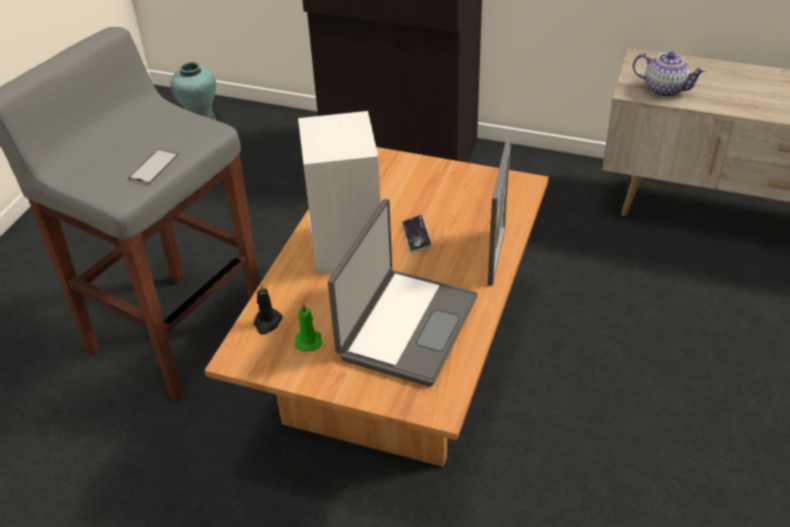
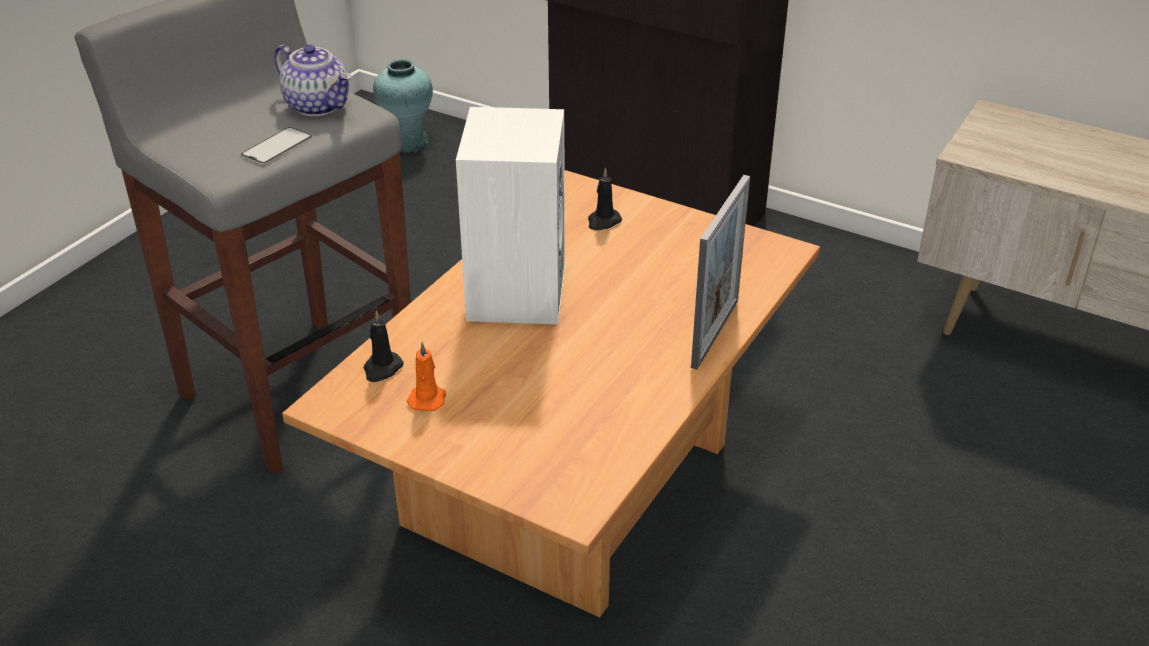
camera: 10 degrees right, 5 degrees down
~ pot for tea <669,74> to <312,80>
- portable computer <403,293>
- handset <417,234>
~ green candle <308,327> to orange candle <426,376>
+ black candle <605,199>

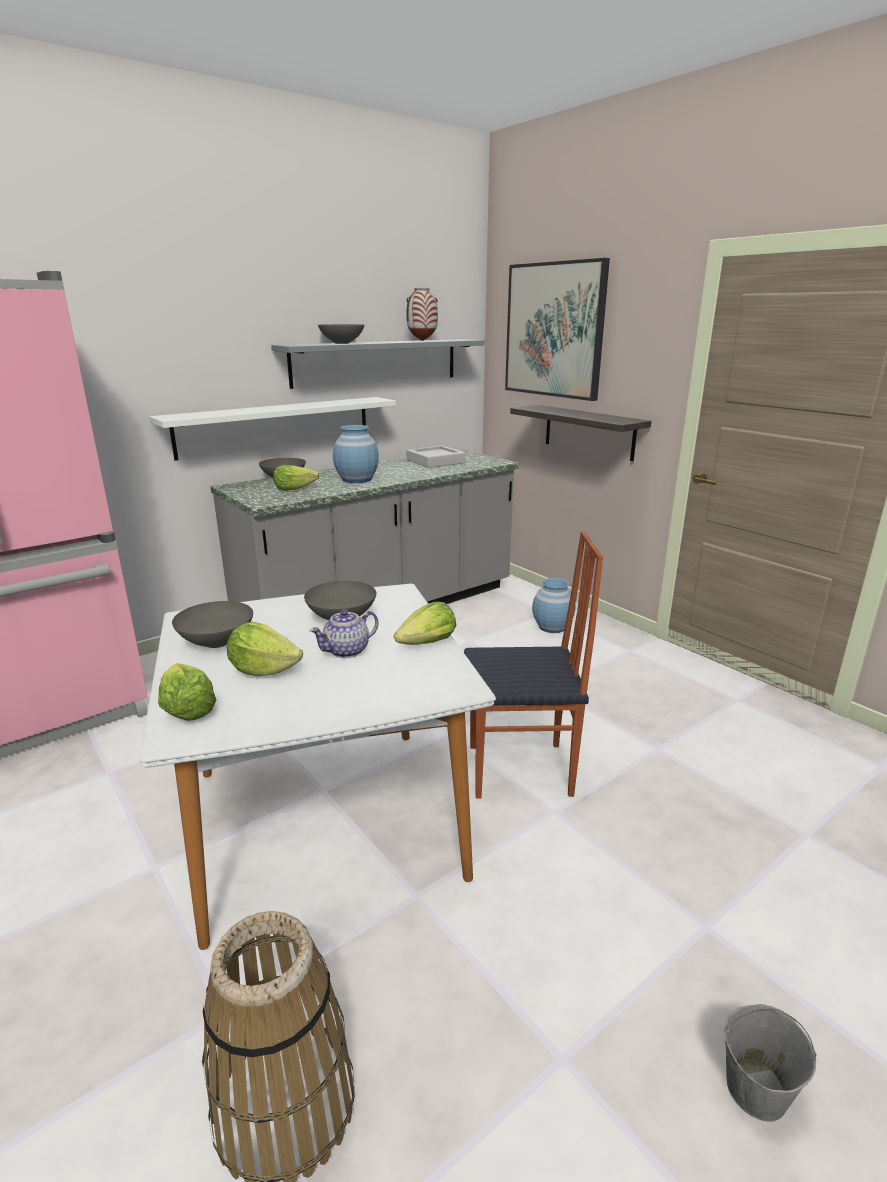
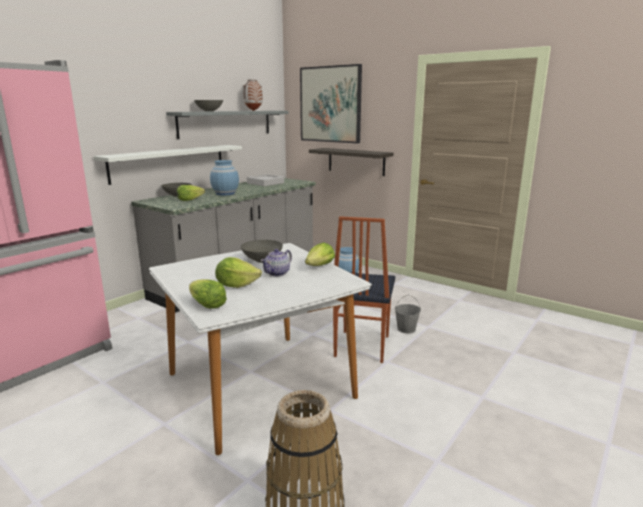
camera: 15 degrees left, 5 degrees down
~ plain chair <533,665> = <364,289> 120 degrees clockwise
- grey serving bowl <212,624>
~ grey water bucket <770,1063> to <408,314>

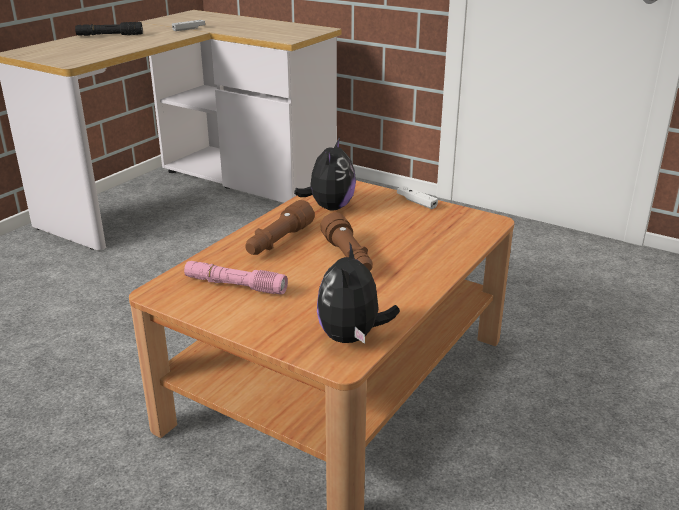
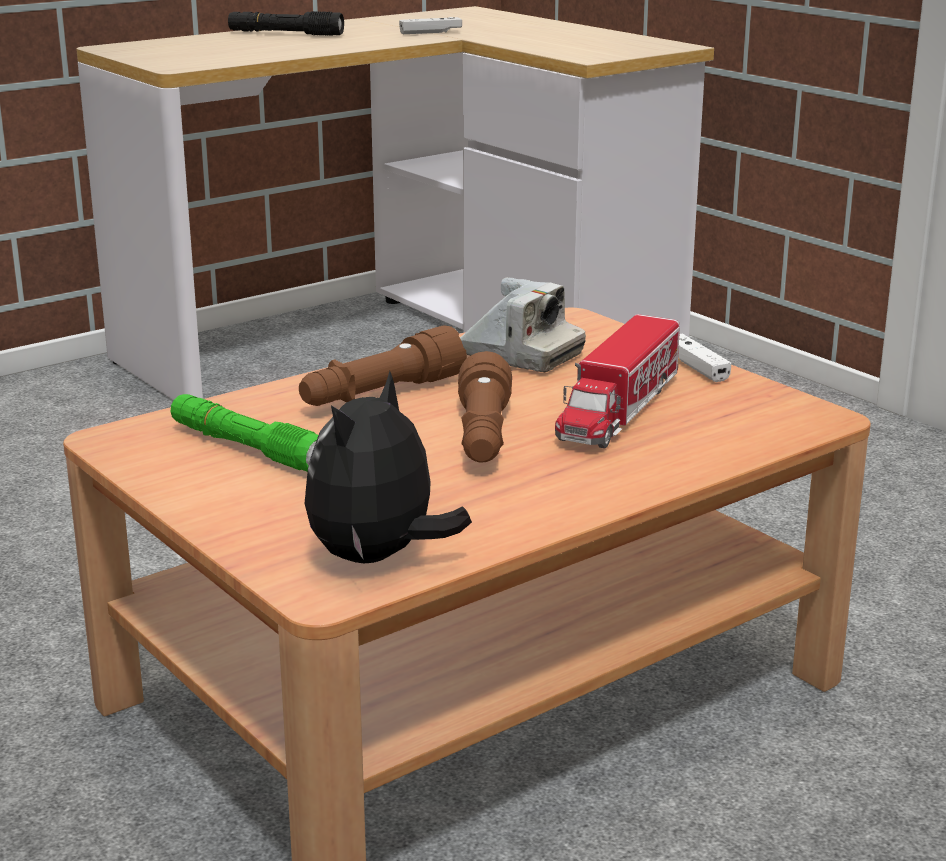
camera: 20 degrees right, 5 degrees down
~ soft toy <325,173> to still camera <523,324>
~ pink flashlight <236,278> to green flashlight <244,433>
+ model truck <617,381>

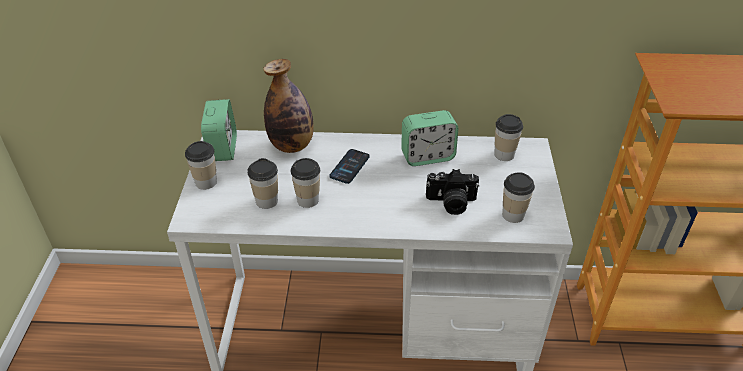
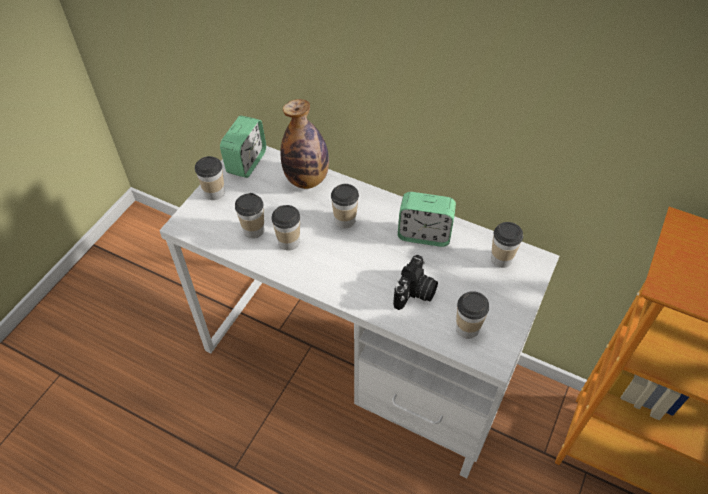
camera: 25 degrees right, 10 degrees up
~ handset <349,166> to cup <345,206>
~ still camera <452,192> = <415,282> 90 degrees counterclockwise

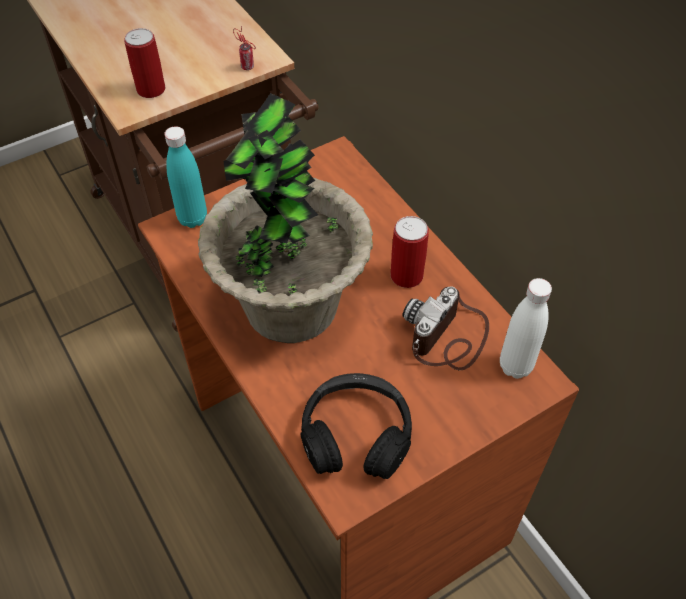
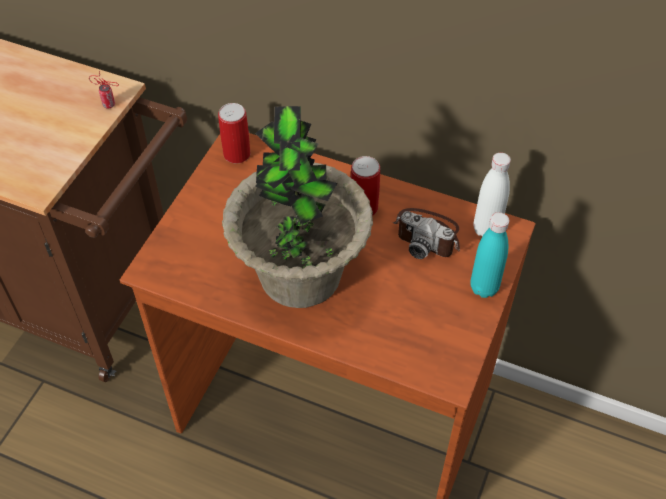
camera: 35 degrees left, 0 degrees up
~ sealed can <144,63> to <234,133>
~ blue-green drink bottle <185,177> to <489,255>
~ still camera <445,328> = <426,233> 60 degrees counterclockwise
- black pair of headphones <356,426>

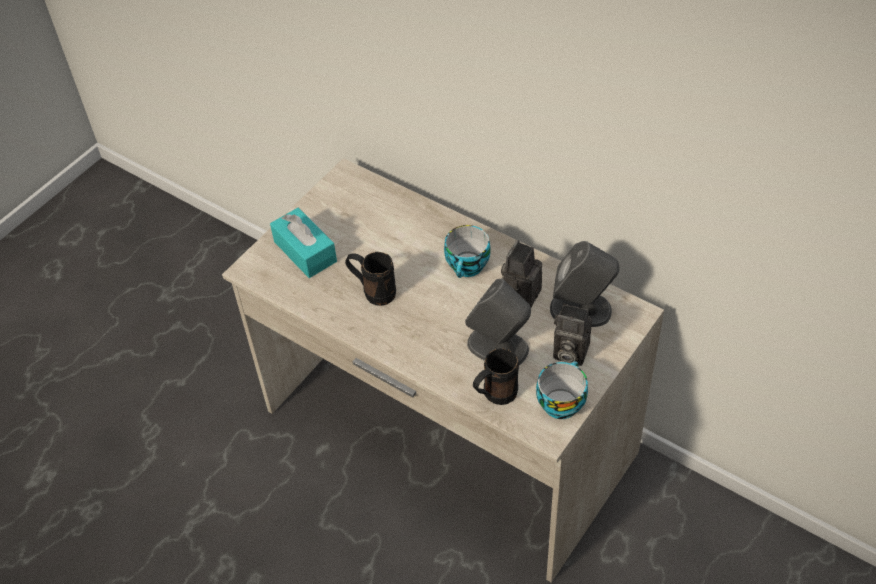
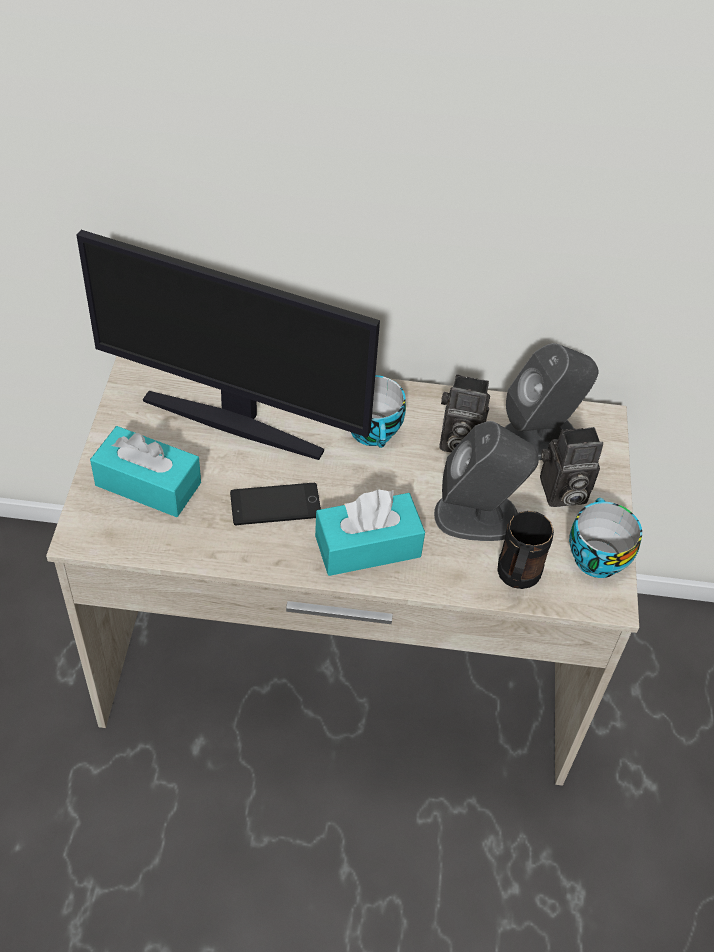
camera: 35 degrees left, 0 degrees up
~ still camera <521,273> = <464,413> 75 degrees counterclockwise
~ black mug <370,279> to handset <275,504>
+ monitor <228,345>
+ blue-green box of tissues <370,532>

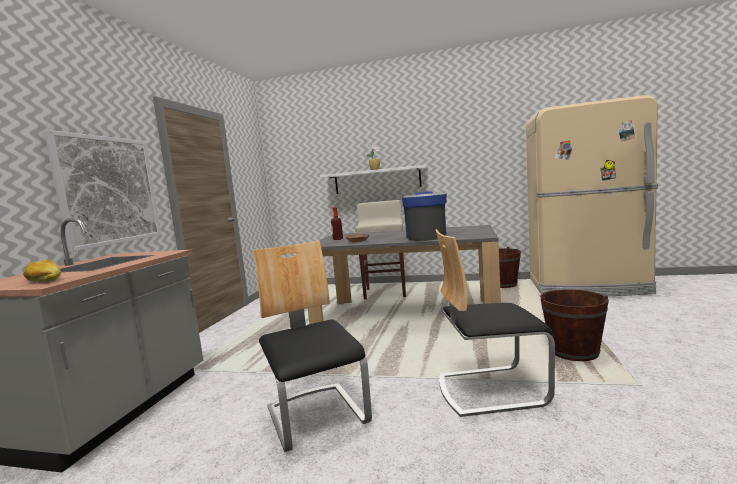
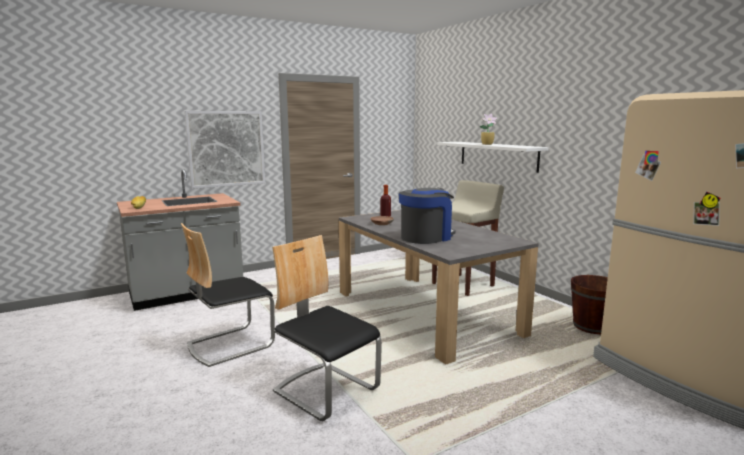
camera: 45 degrees right, 5 degrees up
~ plain chair <313,346> = <228,295> 150 degrees counterclockwise
- brownish water bucket <574,325>

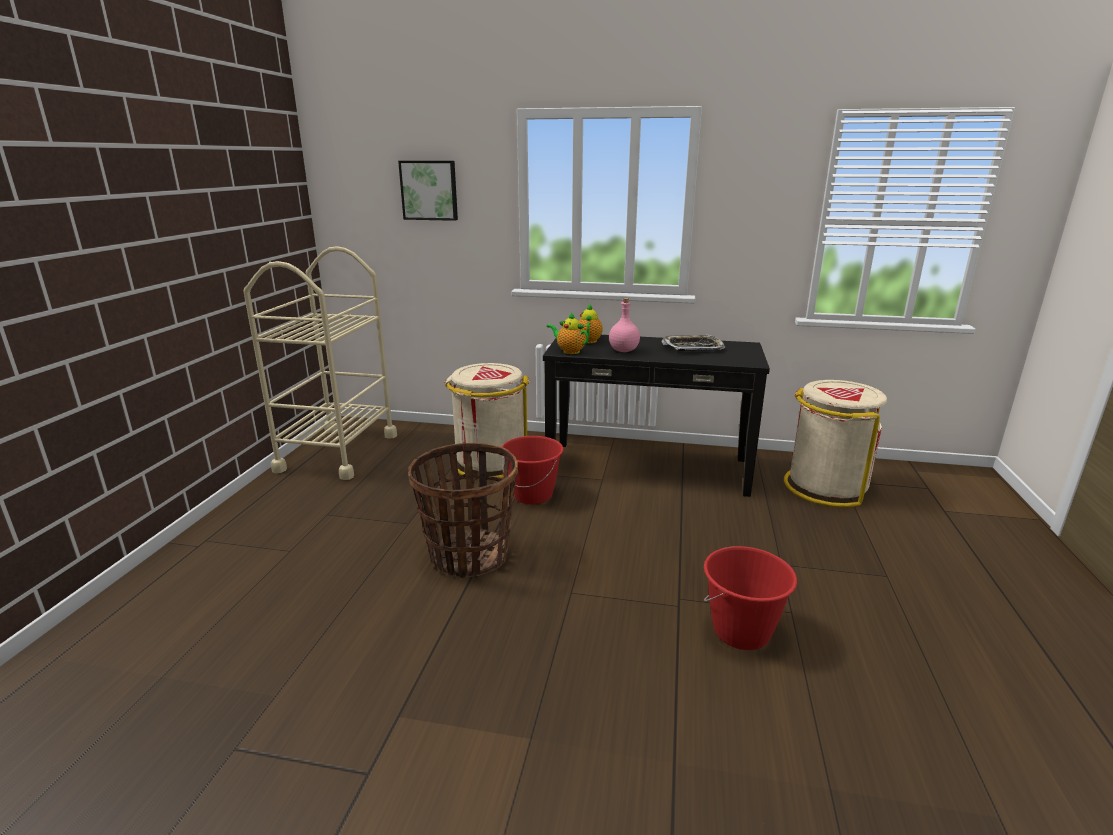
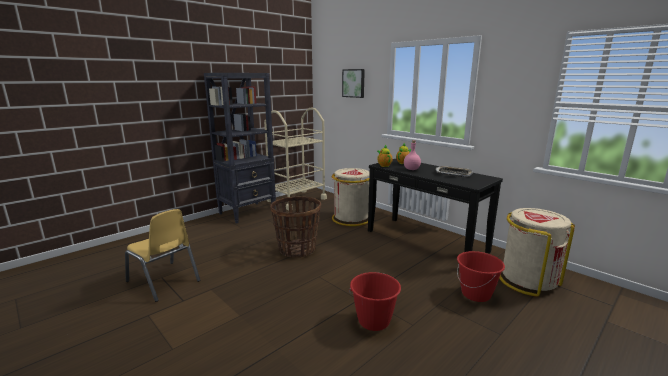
camera: 35 degrees right, 5 degrees down
~ red water bucket <533,470> to <481,276>
+ black bookshelf <240,148>
+ yellowish plain chair <162,255>

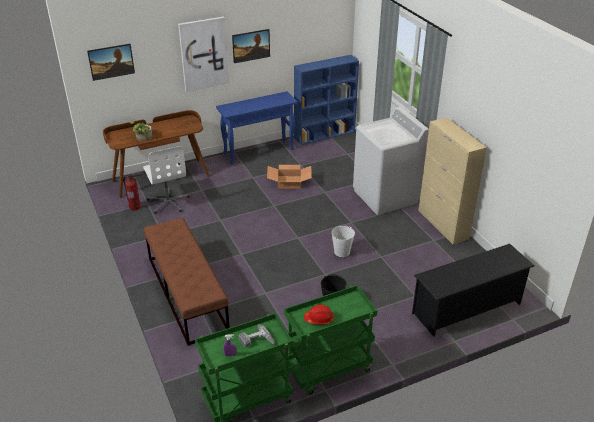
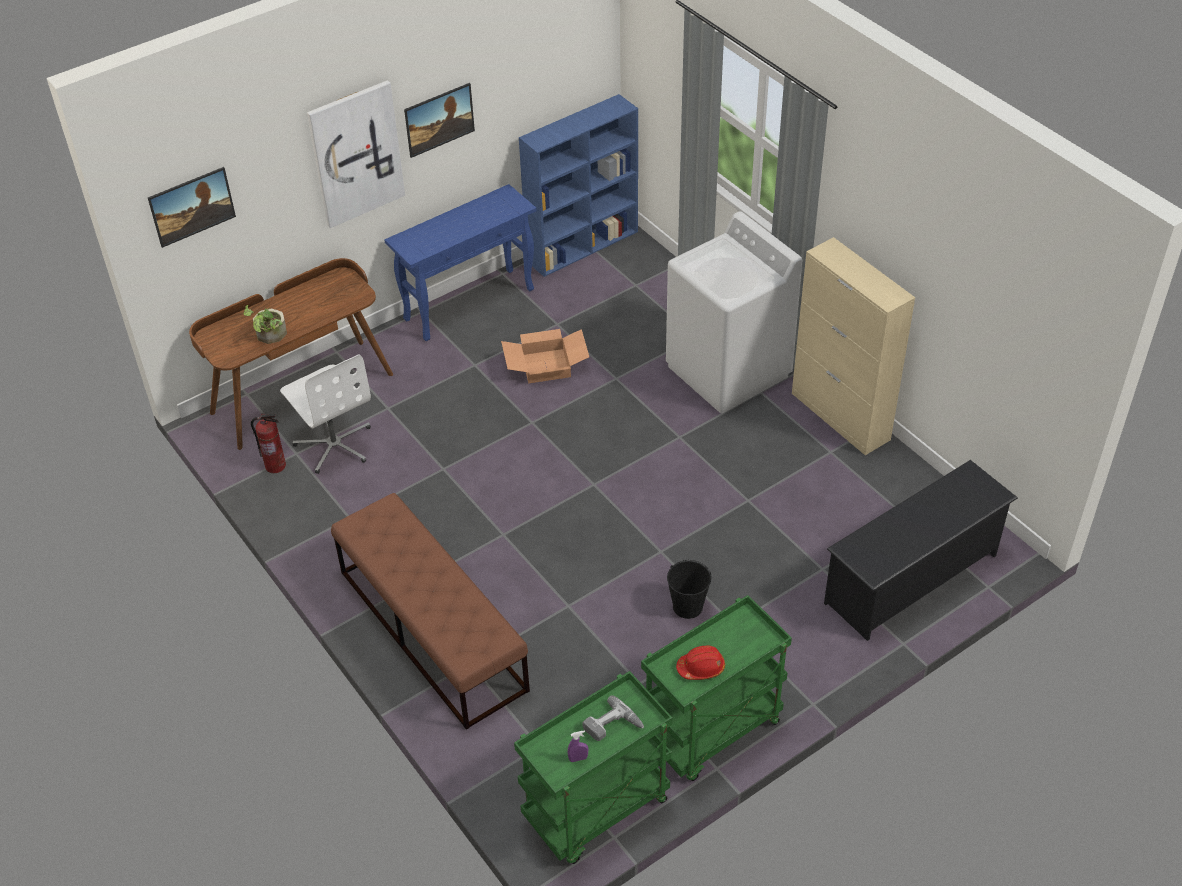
camera: 10 degrees left, 10 degrees up
- whitish water bucket <343,241>

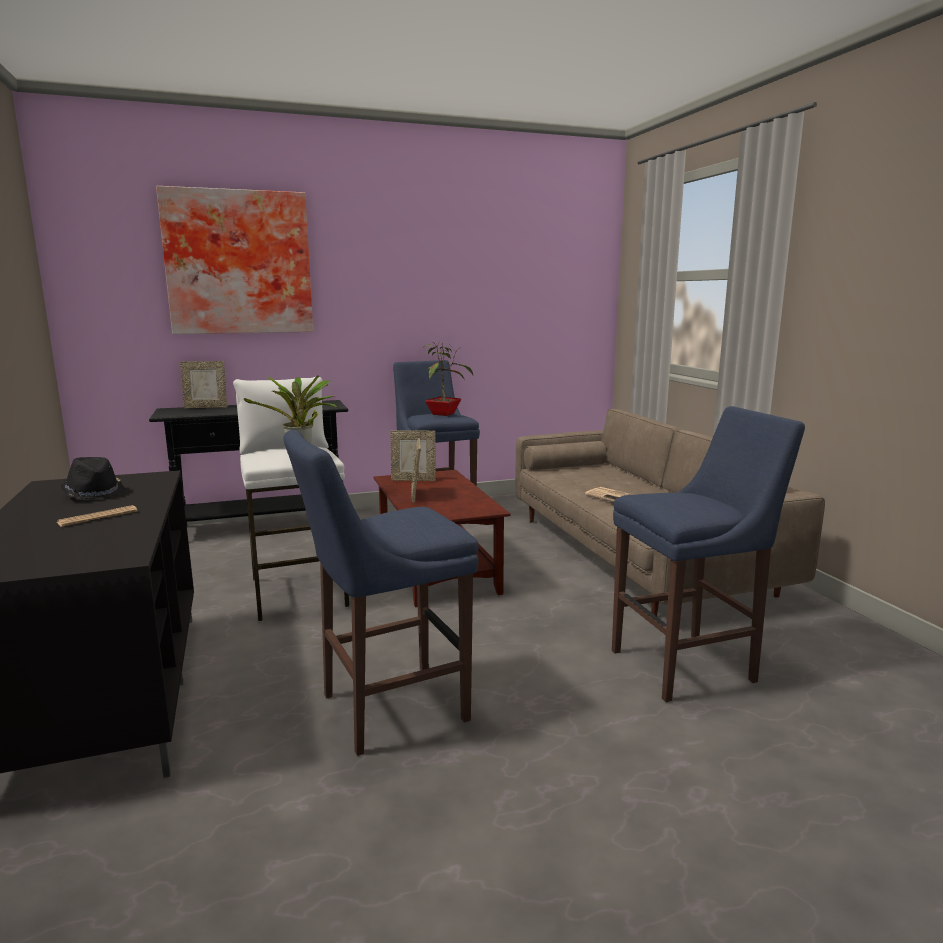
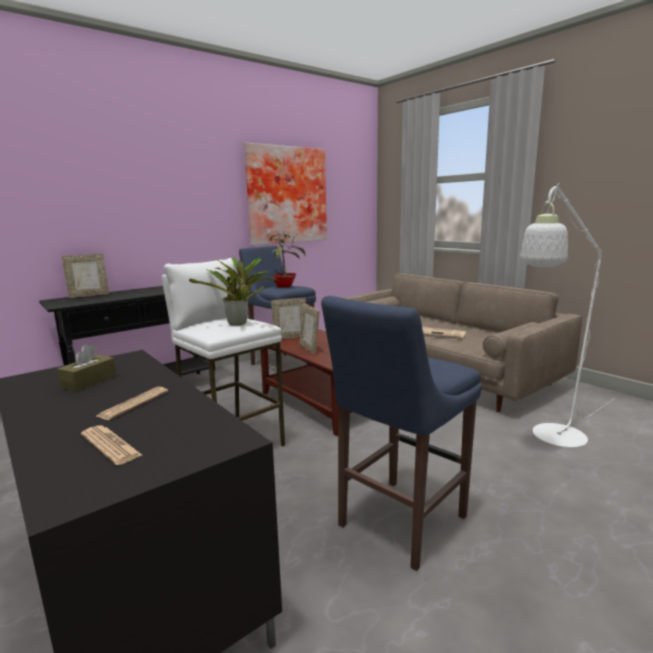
camera: 20 degrees left, 0 degrees up
~ wall picture <234,260> to <285,194>
~ bluish sitting stool <708,554> to whitish floor lamp <567,315>
~ black hat <93,478> to brownish box of tissues <87,368>
+ daily paper <111,445>

